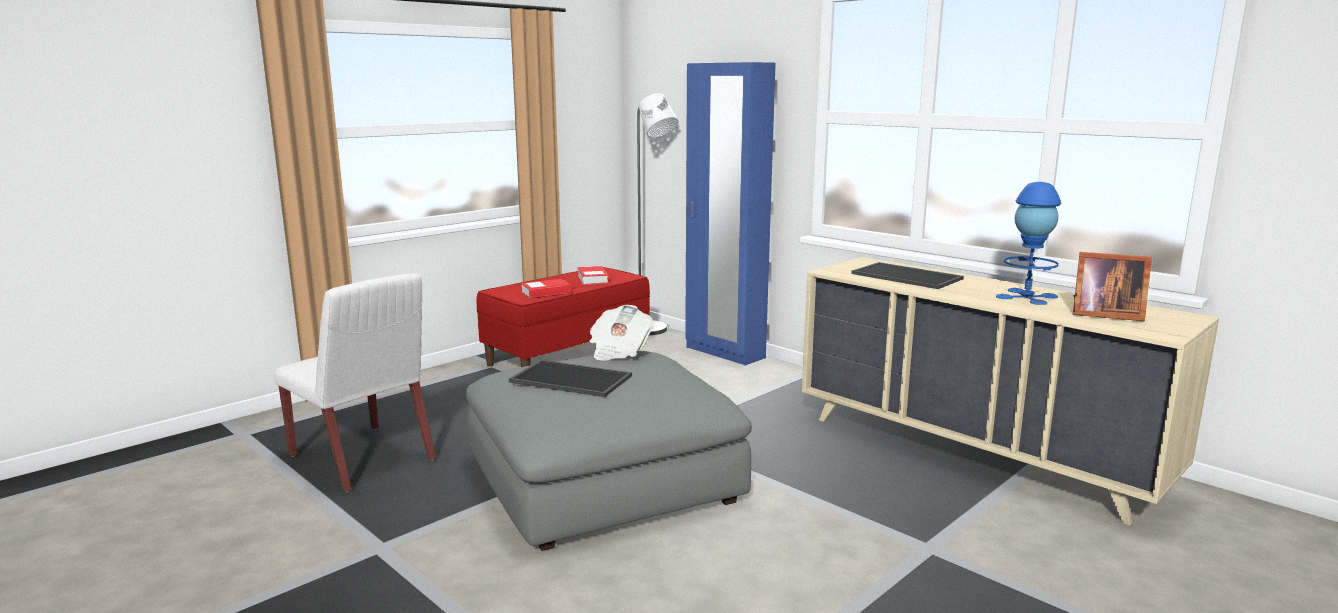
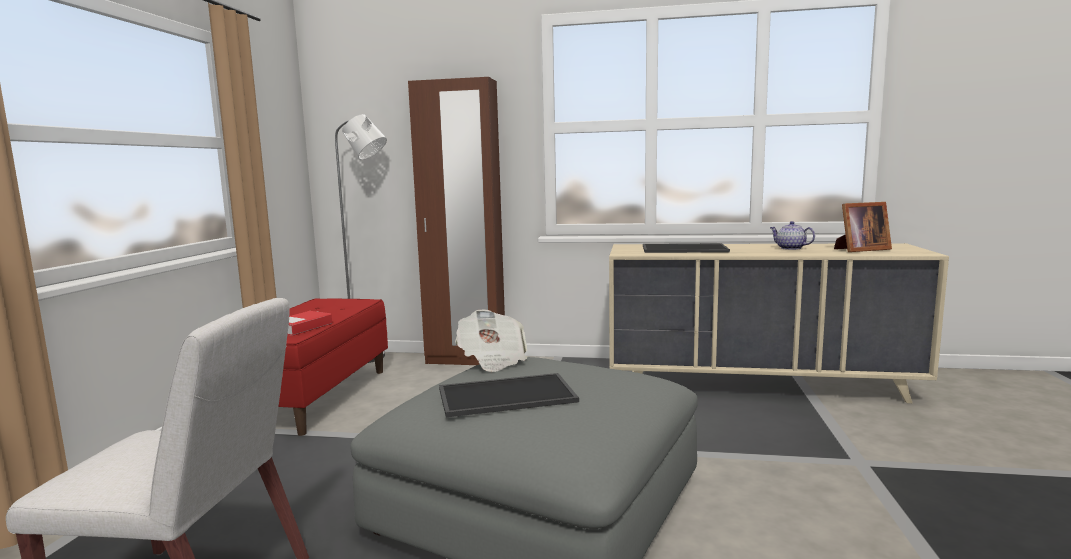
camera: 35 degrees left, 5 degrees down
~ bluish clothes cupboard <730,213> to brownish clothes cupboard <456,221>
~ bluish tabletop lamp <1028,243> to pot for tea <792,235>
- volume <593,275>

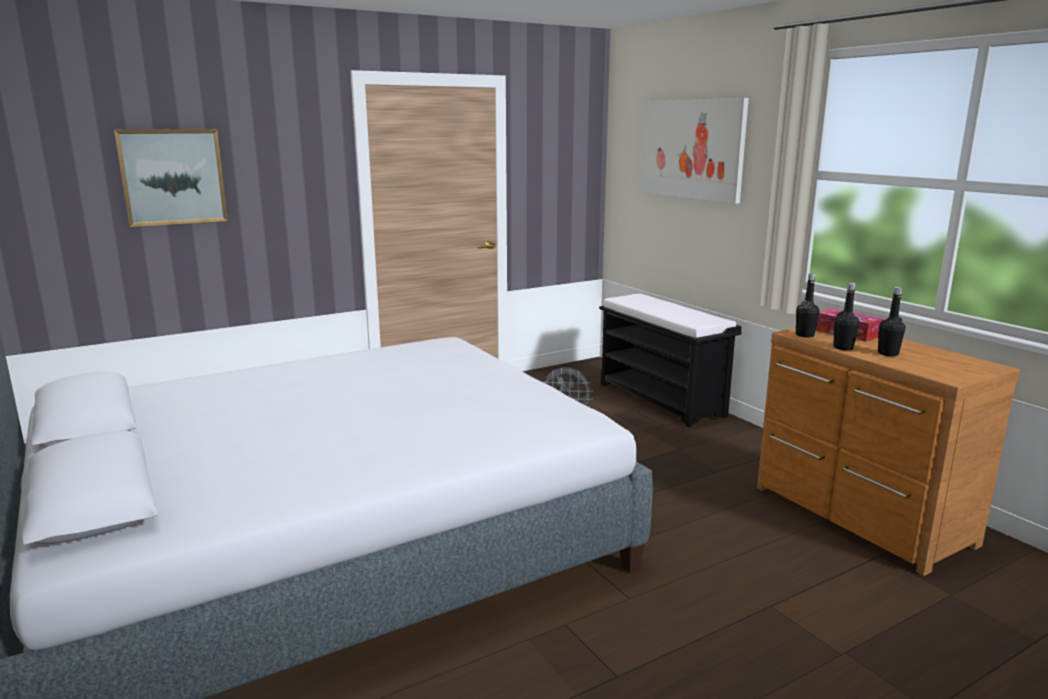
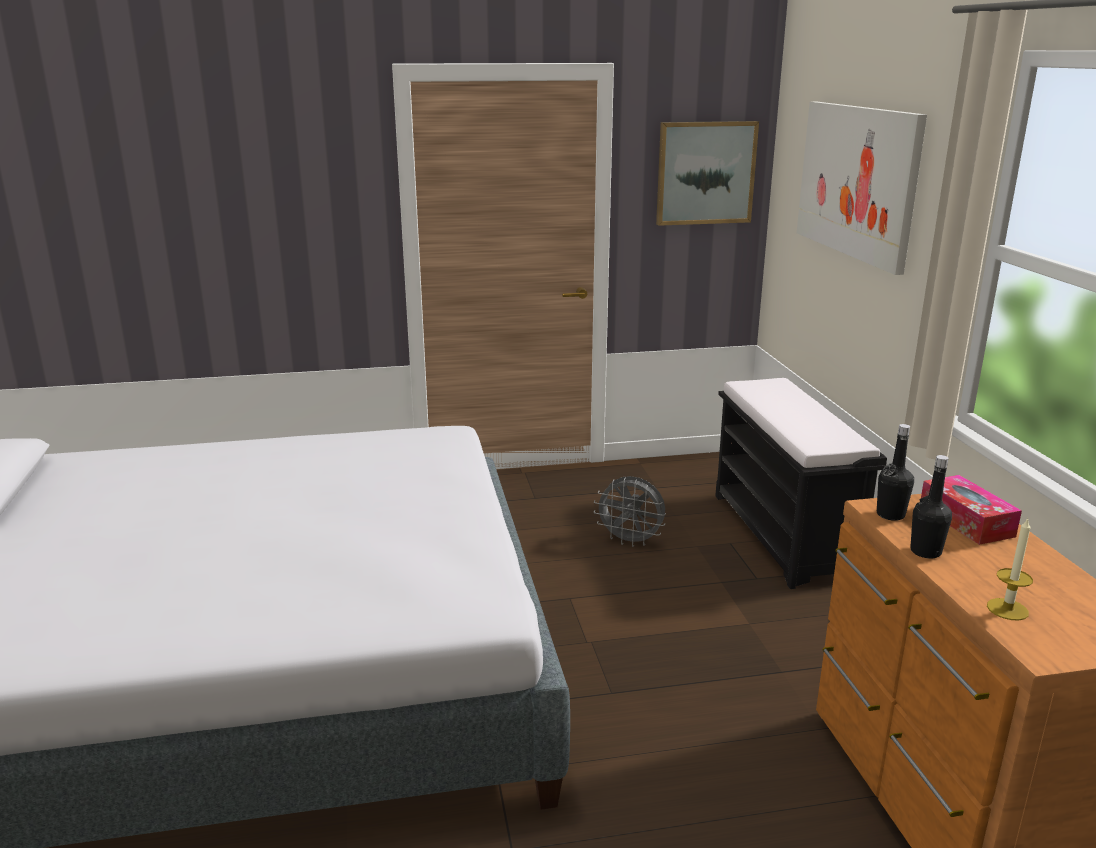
camera: 20 degrees right, 5 degrees up
~ wall picture <171,178> to <707,173>
- black drink bottle <891,321>
+ candle <1010,569>

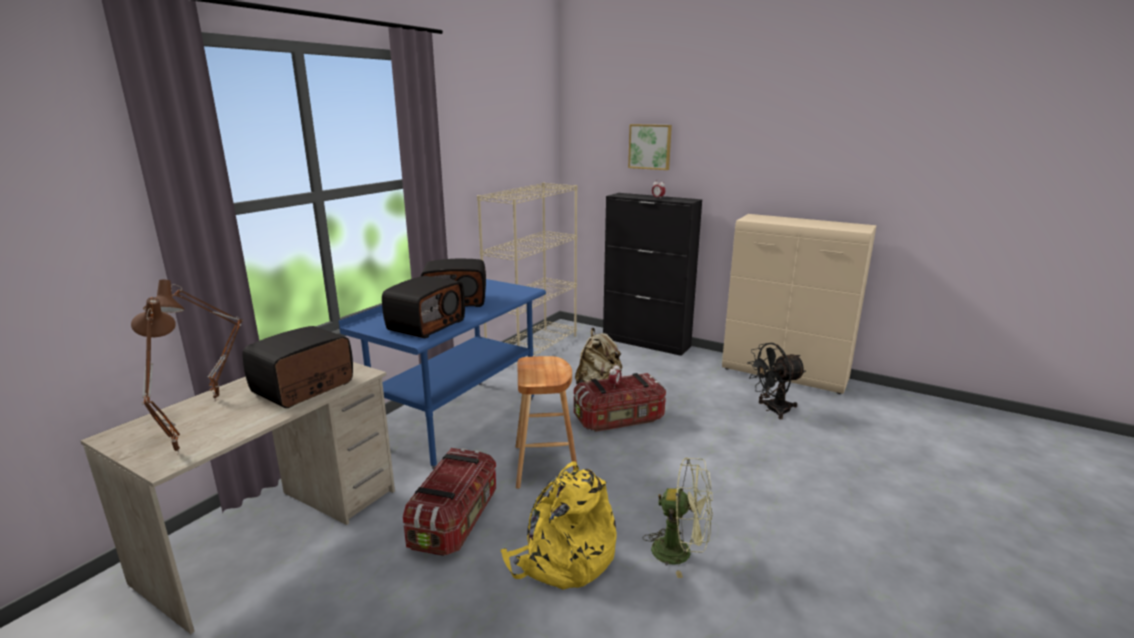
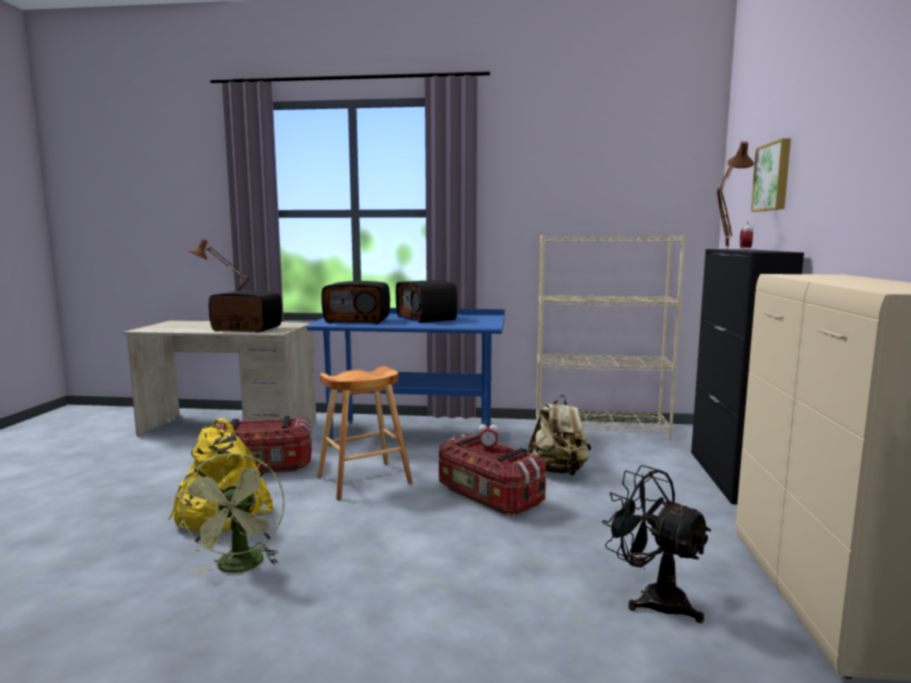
camera: 65 degrees right, 10 degrees down
~ brownish tabletop lamp <155,376> to <735,195>

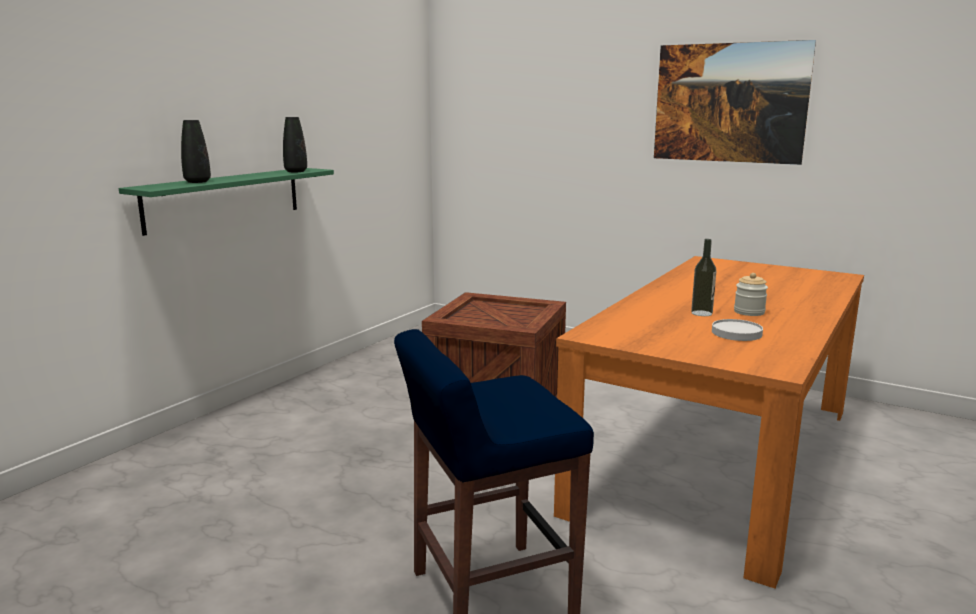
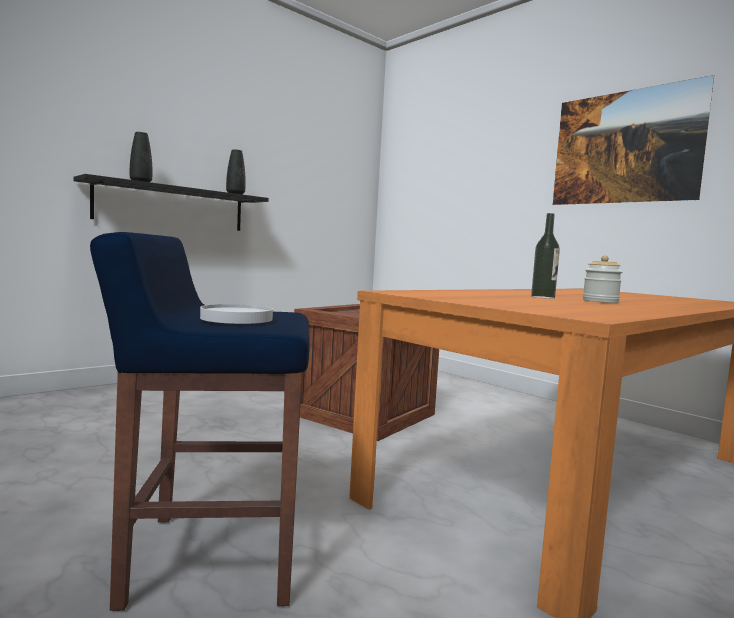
camera: 15 degrees right, 10 degrees down
~ green shelf <226,202> to black shelf <171,202>
~ whitish plate <737,330> to <236,314>

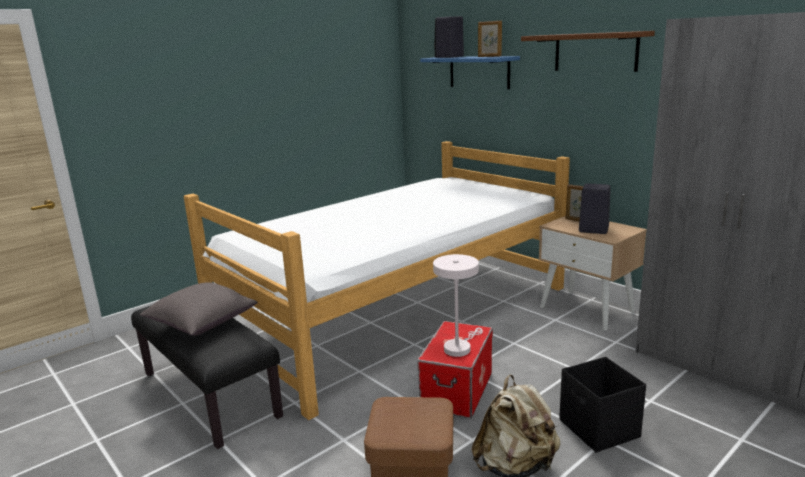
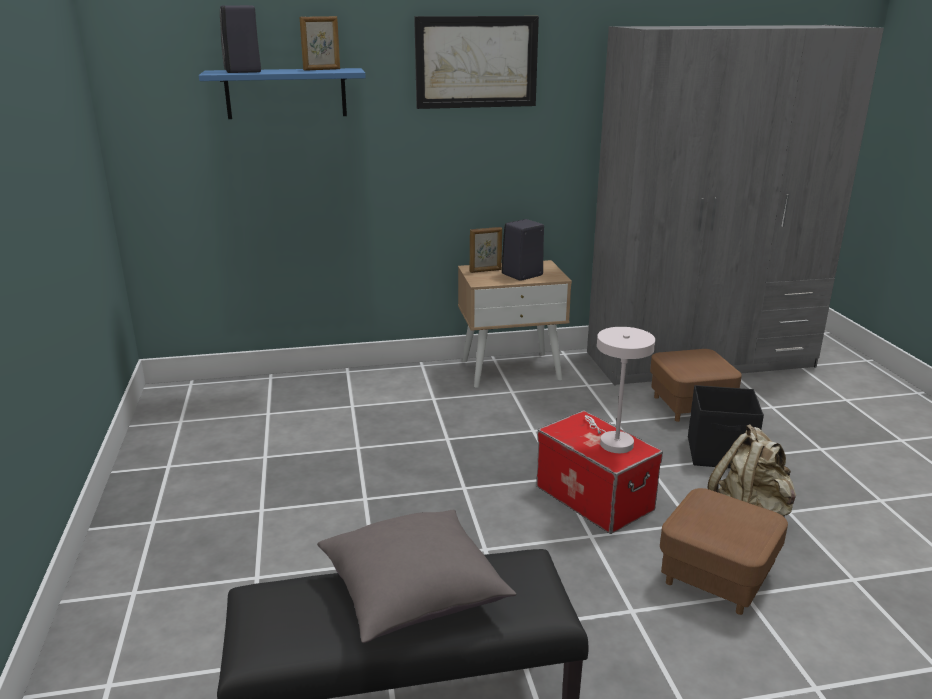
camera: 60 degrees left, 5 degrees up
~ brownish shelf <588,51> to wall picture <476,62>
- bedroom bed <376,280>
+ brownish pouffe <696,385>

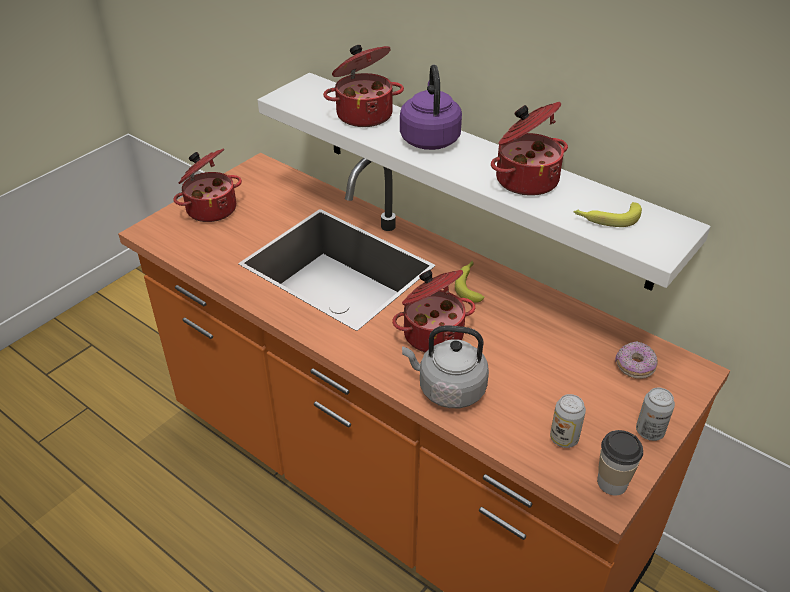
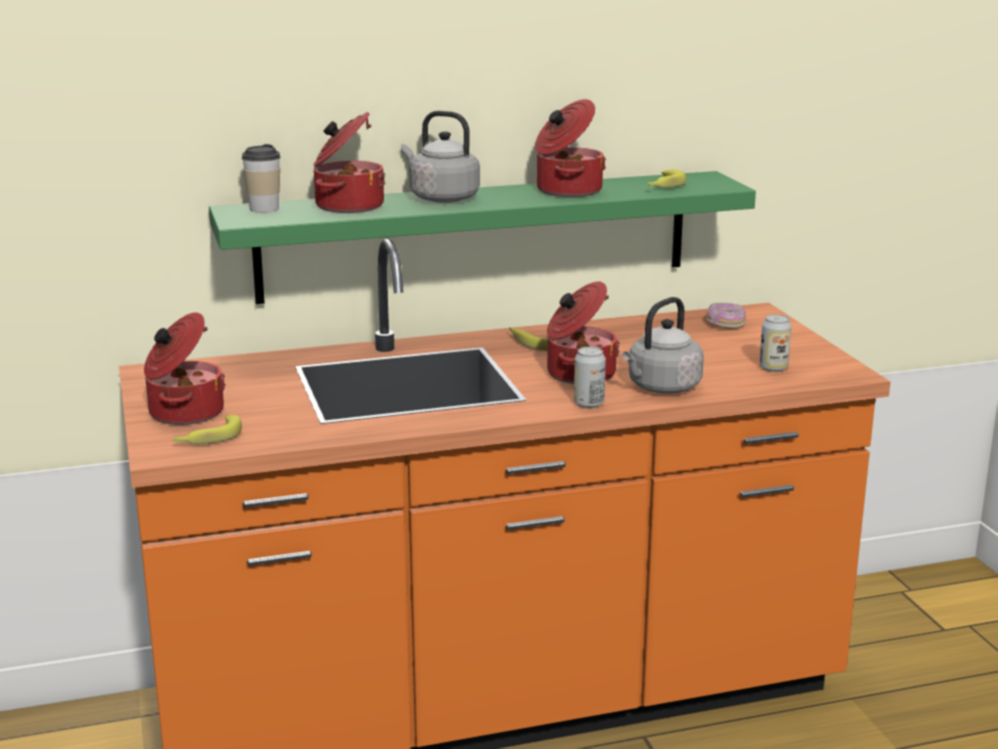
camera: 55 degrees left, 20 degrees down
~ purplish tea kettle <431,107> to grey tea kettle <440,157>
~ whitish shelf <484,182> to green shelf <482,237>
~ sealed can <655,414> to <590,377>
~ cup <620,462> to <261,178>
+ banana <207,429>

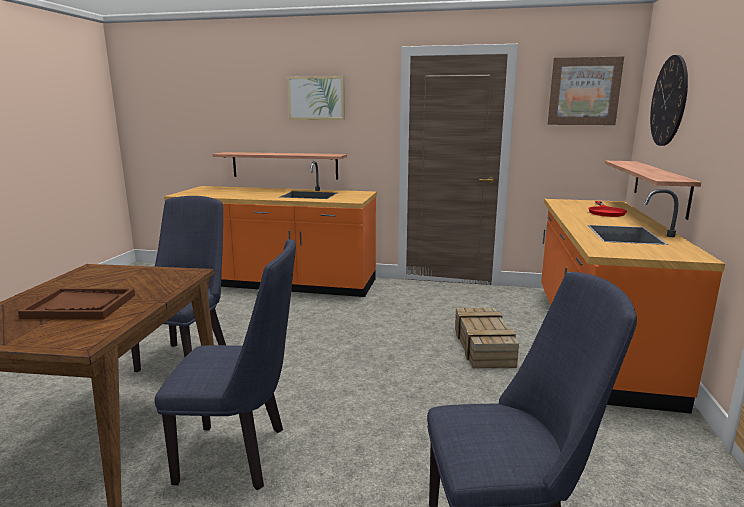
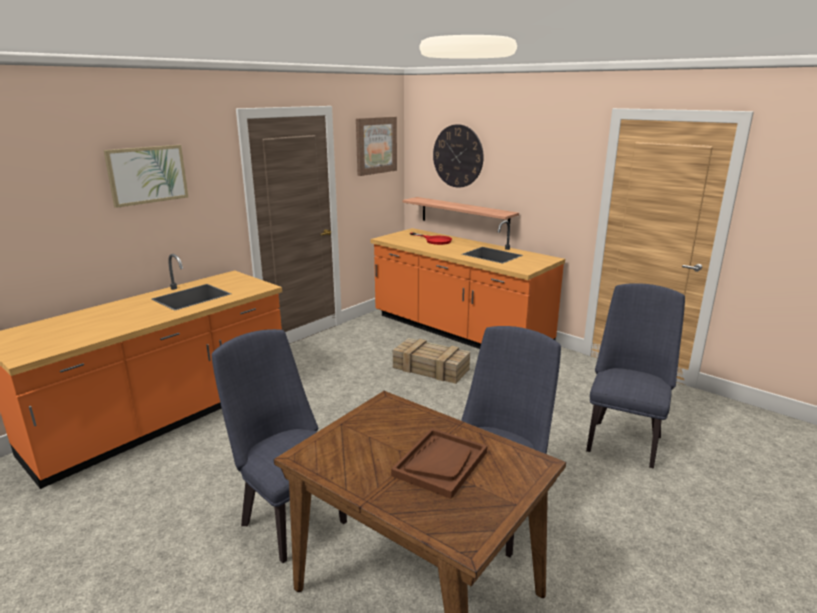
camera: 60 degrees left, 5 degrees up
- shelf <279,166>

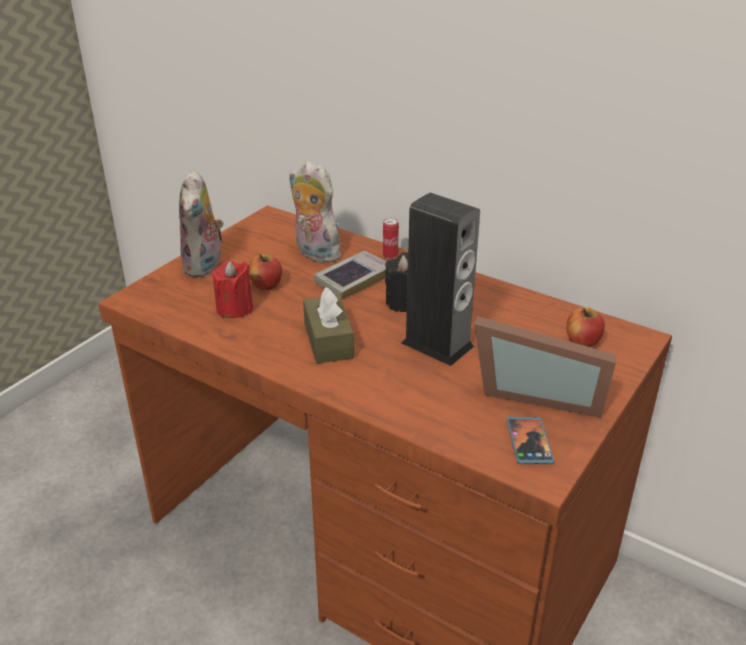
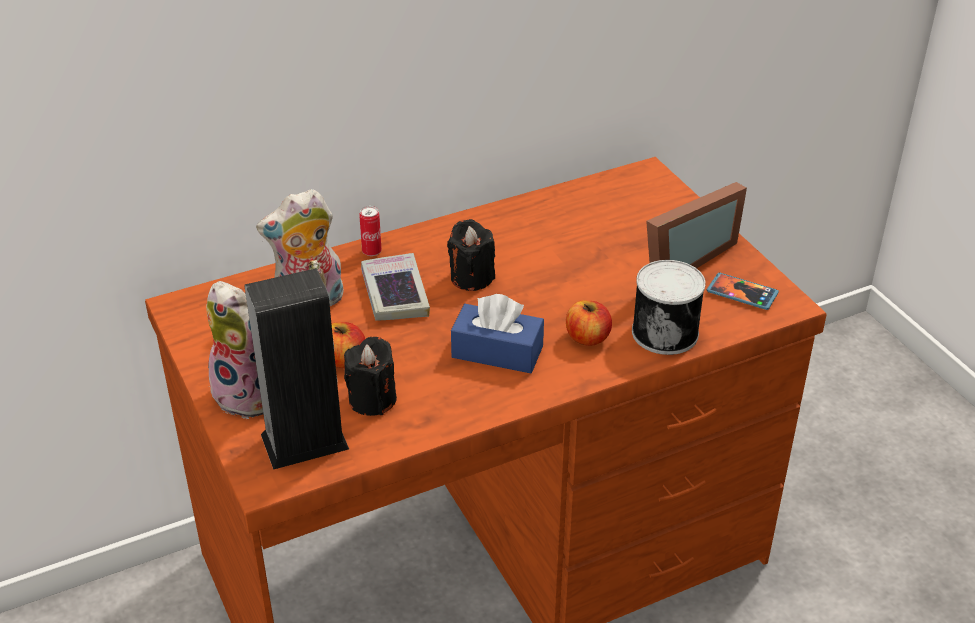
camera: 60 degrees left, 5 degrees up
~ audio speaker <441,279> to <296,369>
~ red candle <232,289> to black candle <370,376>
~ brownish box of tissues <328,325> to bluish box of tissues <497,333>
~ apple <586,327> to <589,323>
+ sealed can <669,307>

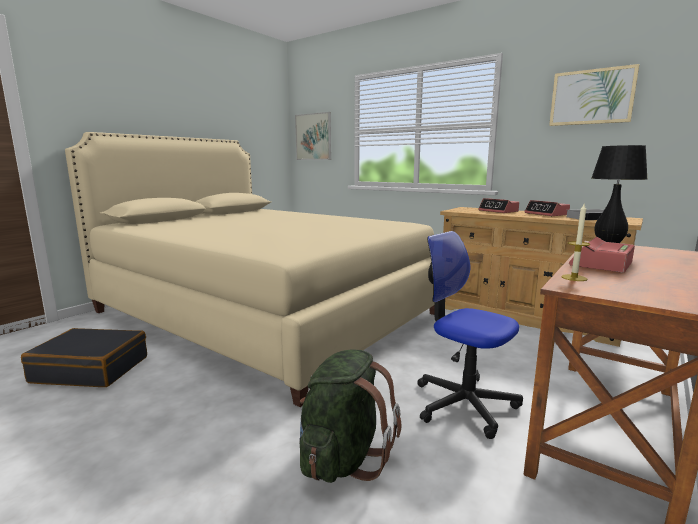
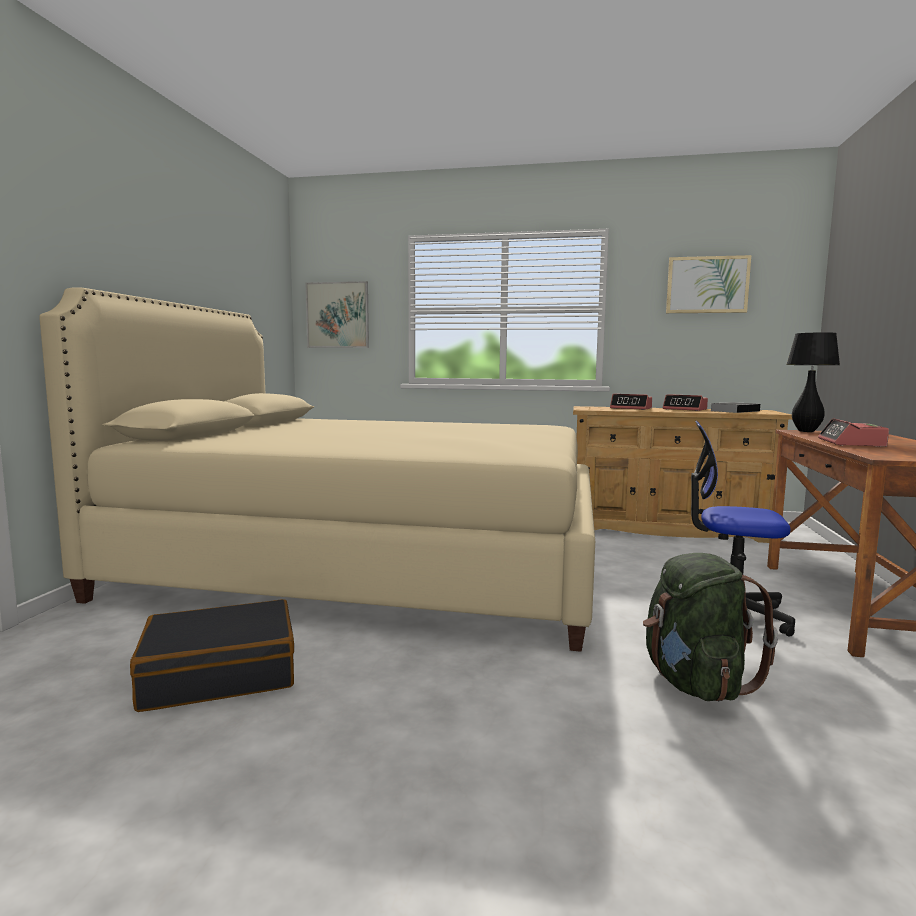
camera: 25 degrees left, 5 degrees down
- candle <575,242>

